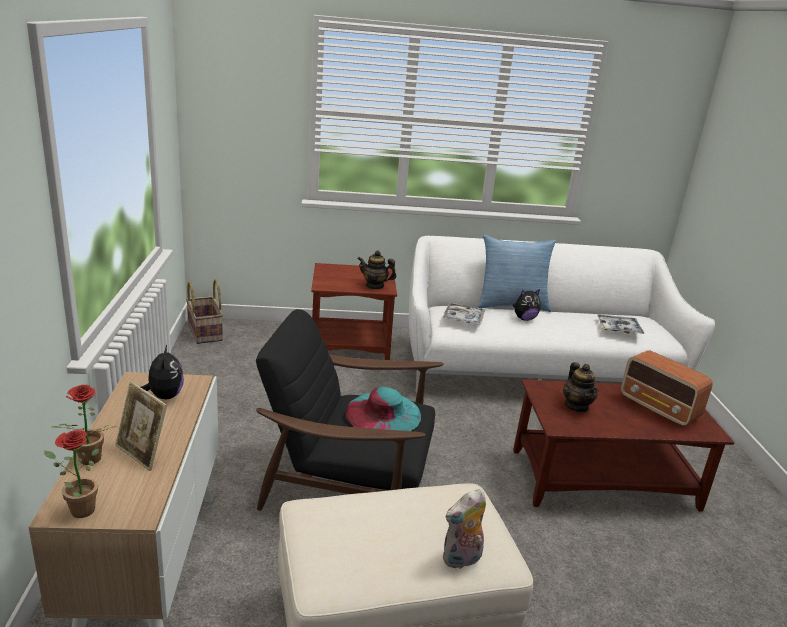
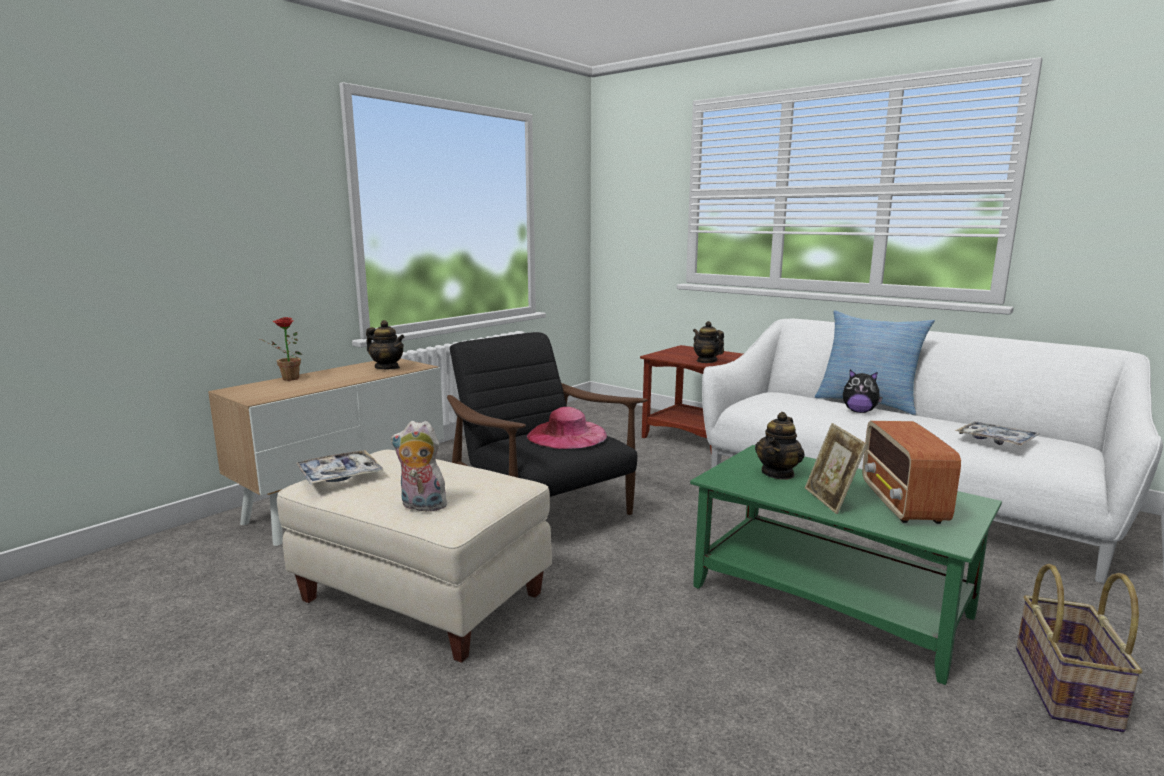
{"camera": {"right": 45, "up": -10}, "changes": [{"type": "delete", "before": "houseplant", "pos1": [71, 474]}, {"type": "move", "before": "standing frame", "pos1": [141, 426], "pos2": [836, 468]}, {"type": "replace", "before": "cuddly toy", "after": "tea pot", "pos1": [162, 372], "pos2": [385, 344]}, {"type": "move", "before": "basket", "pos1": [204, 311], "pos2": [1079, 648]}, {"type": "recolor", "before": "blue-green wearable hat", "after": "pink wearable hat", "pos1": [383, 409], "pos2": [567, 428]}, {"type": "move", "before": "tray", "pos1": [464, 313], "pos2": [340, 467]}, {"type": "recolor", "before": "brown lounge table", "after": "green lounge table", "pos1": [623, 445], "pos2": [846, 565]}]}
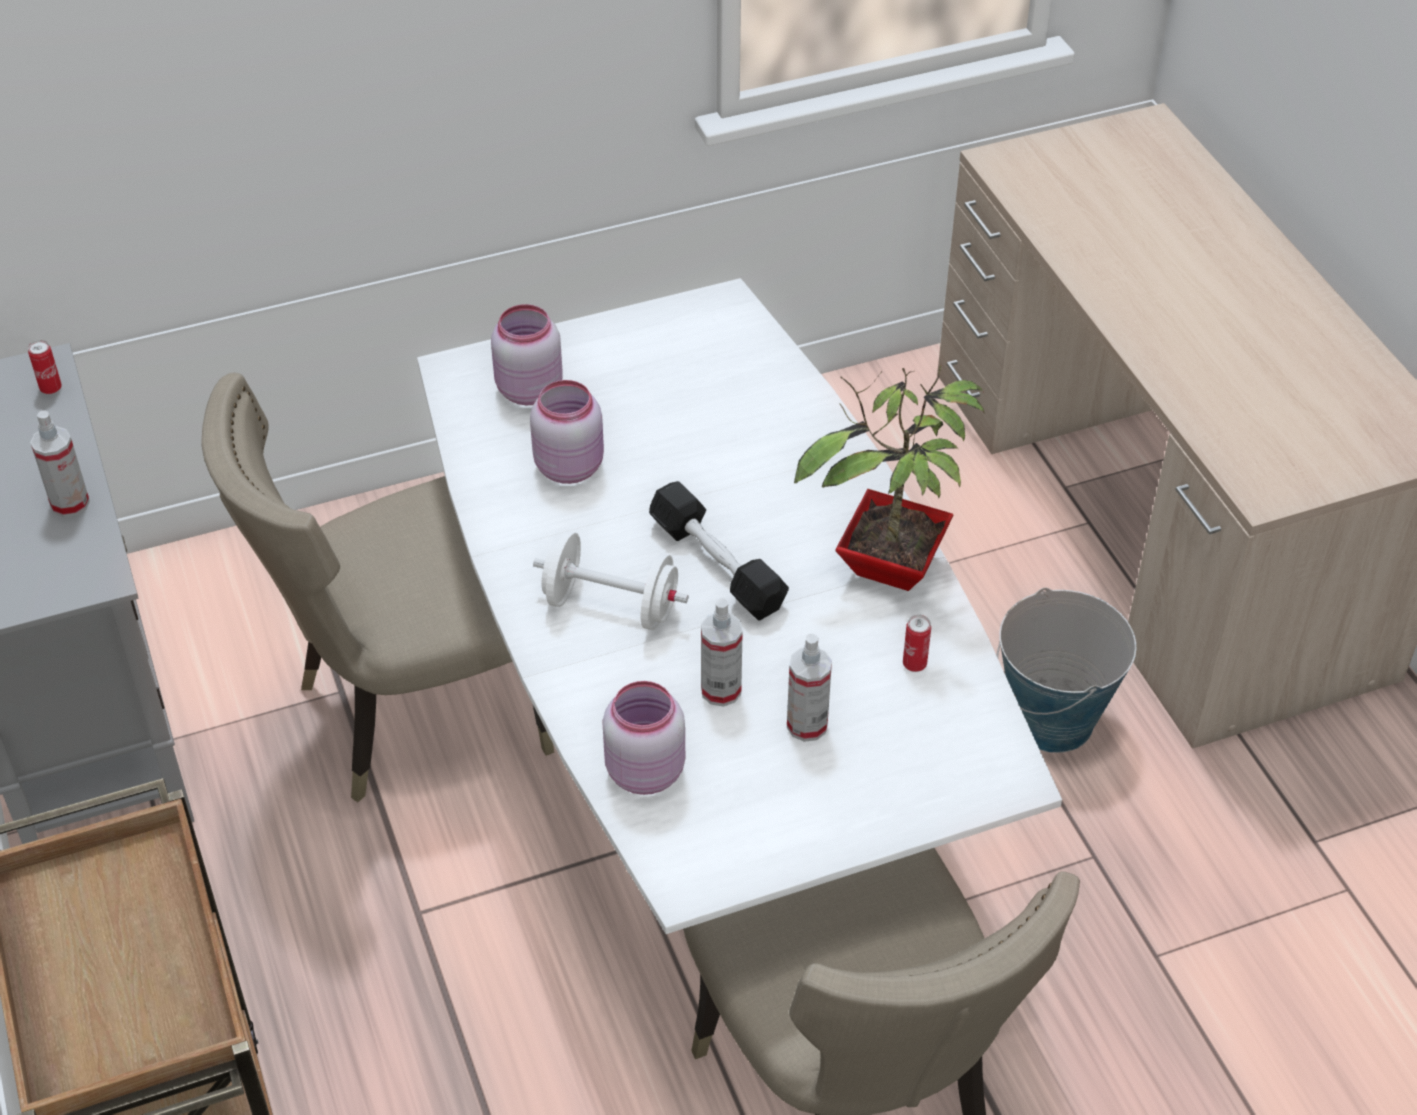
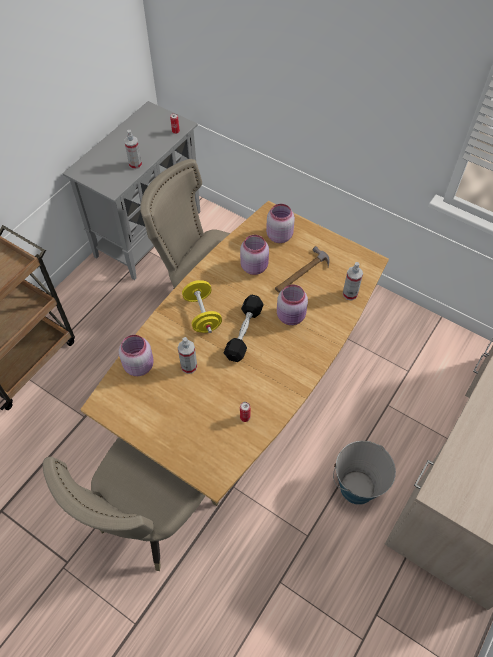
{"camera": {"right": 55, "up": 10}, "changes": [{"type": "recolor", "before": "whitish dinner table", "after": "brown dinner table", "pos1": [739, 606], "pos2": [234, 352]}, {"type": "recolor", "before": "whitish free weight", "after": "yellow free weight", "pos1": [611, 580], "pos2": [202, 306]}, {"type": "move", "before": "sprayer", "pos1": [809, 688], "pos2": [353, 281]}, {"type": "delete", "before": "houseplant", "pos1": [889, 478]}, {"type": "insert", "after": "tool hammer", "pos2": [302, 269]}, {"type": "insert", "after": "pink storage jar", "pos2": [292, 304]}]}
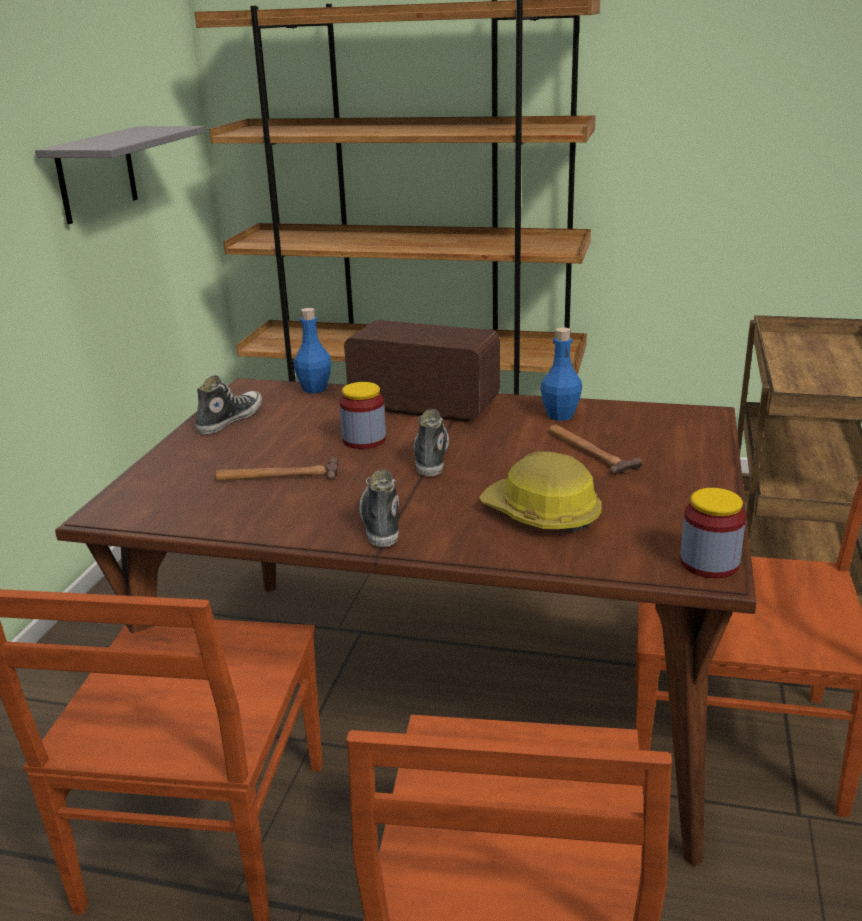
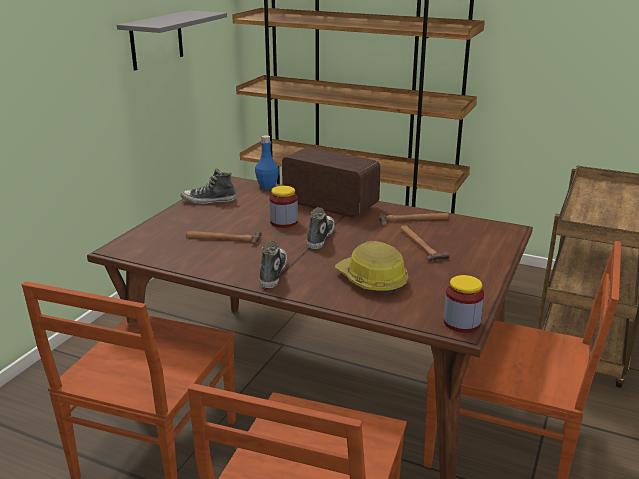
{"camera": {"right": 10, "up": 0}, "changes": [{"type": "rotate", "before": "shoe", "pos1": [229, 404], "pos2": [208, 186], "turn": -135}, {"type": "replace", "before": "bluish bottle", "after": "tool hammer", "pos1": [561, 374], "pos2": [414, 219]}]}
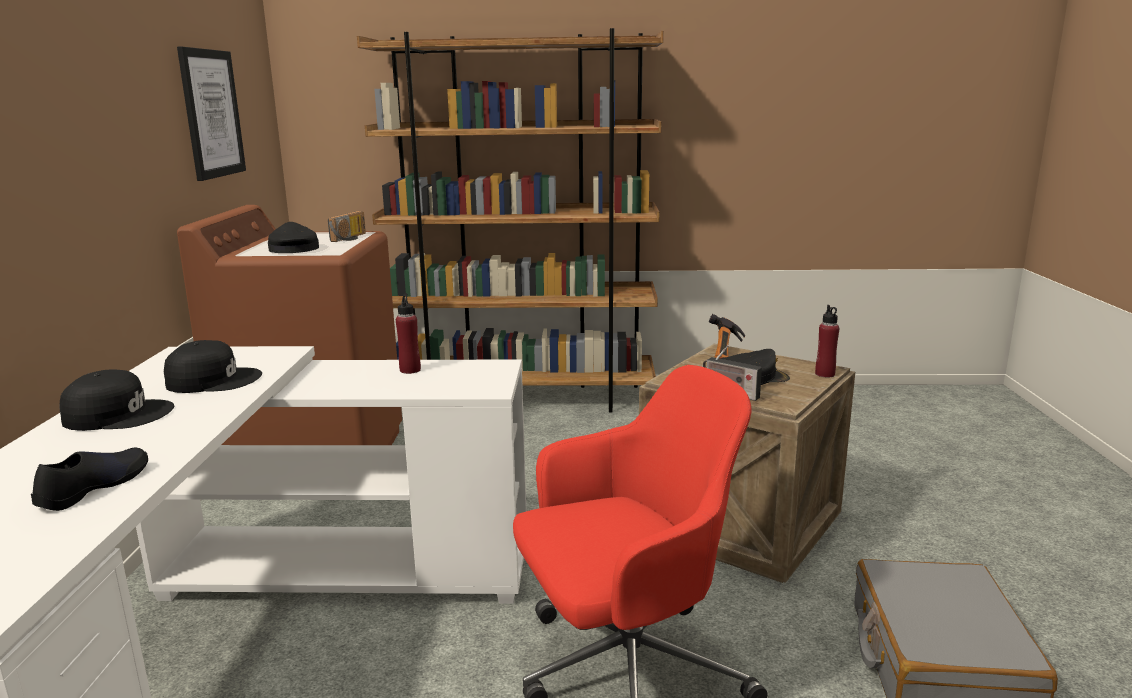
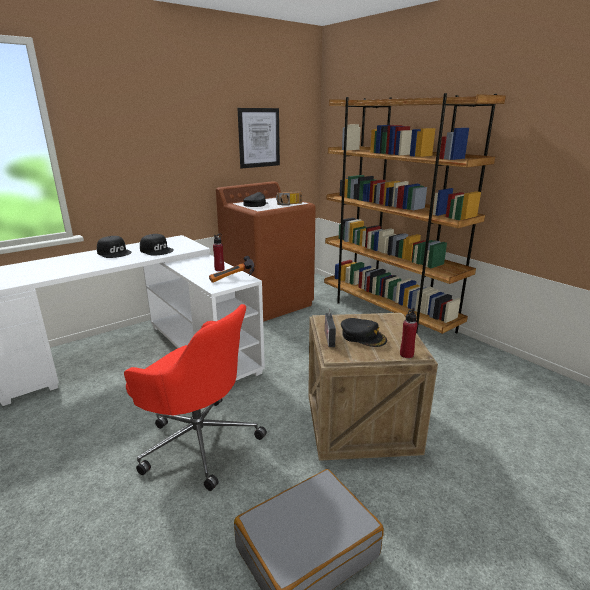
{"camera": {"right": 50, "up": 5}, "changes": [{"type": "delete", "before": "black shoe", "pos1": [89, 479]}, {"type": "move", "before": "tool hammer", "pos1": [727, 336], "pos2": [231, 269]}]}
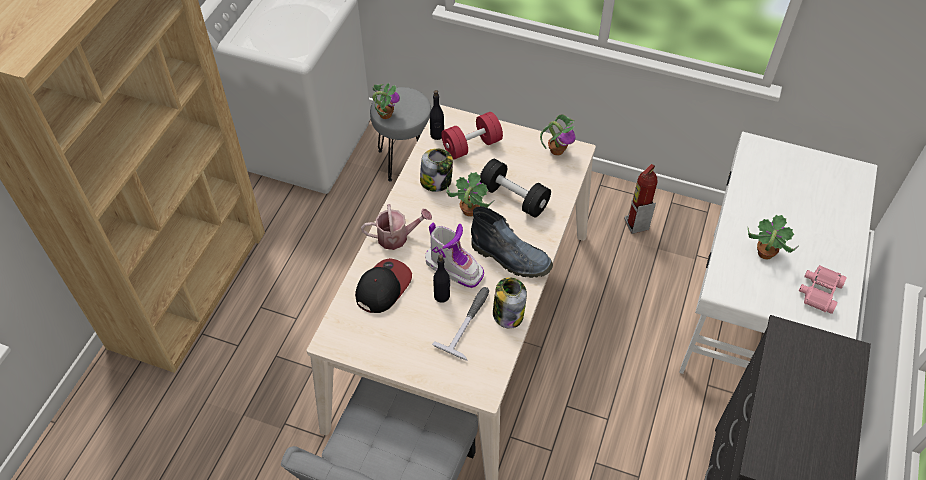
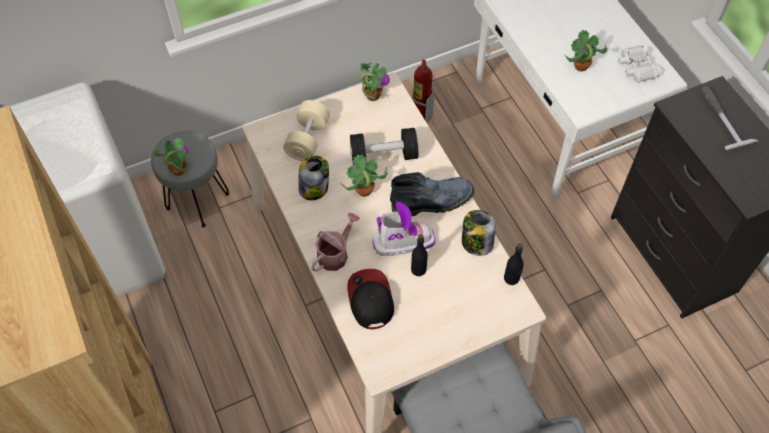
{"camera": {"right": -45, "up": 5}, "changes": [{"type": "move", "before": "black bottle", "pos1": [437, 115], "pos2": [513, 264]}, {"type": "move", "before": "tool hammer", "pos1": [460, 324], "pos2": [730, 118]}, {"type": "recolor", "before": "red free weight", "after": "beige-coloured free weight", "pos1": [472, 135], "pos2": [306, 130]}, {"type": "recolor", "before": "pink binoculars", "after": "whitish binoculars", "pos1": [823, 289], "pos2": [639, 64]}]}
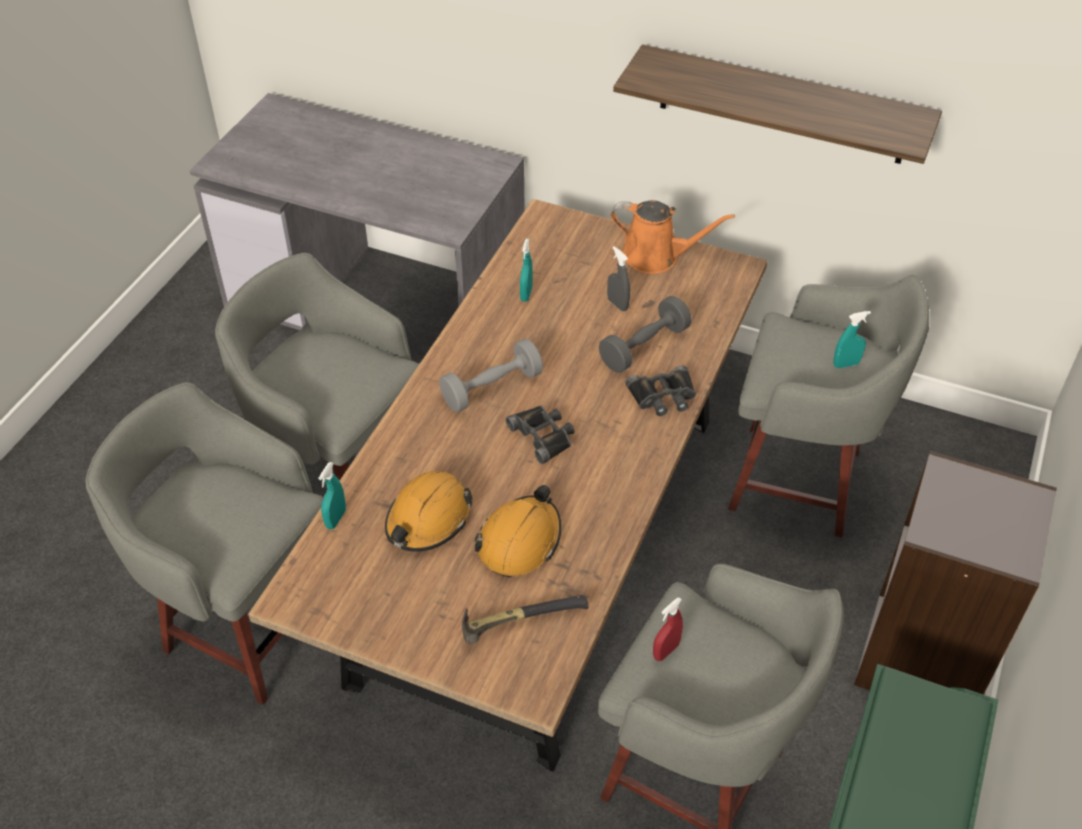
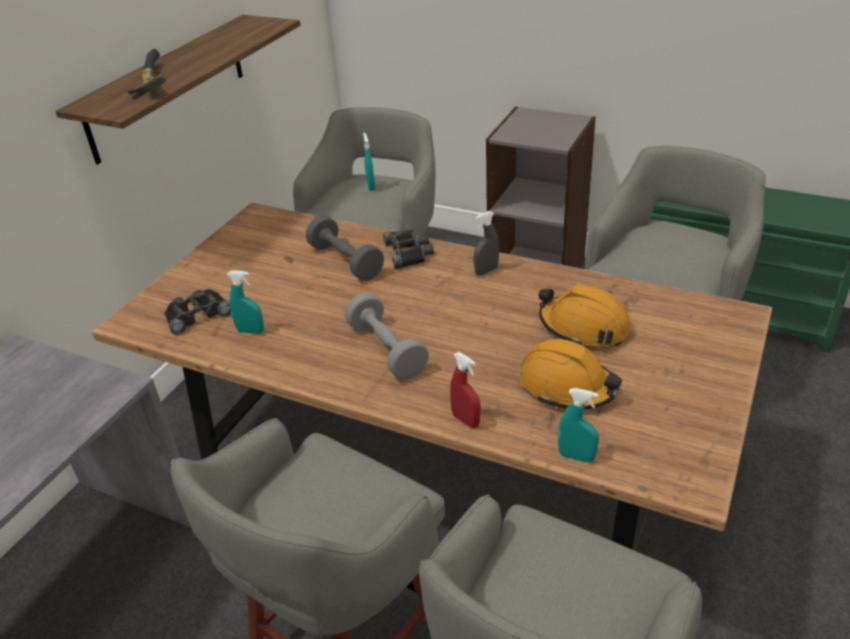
{"camera": {"right": -85, "up": -10}, "changes": [{"type": "move", "before": "tool hammer", "pos1": [525, 619], "pos2": [146, 74]}, {"type": "move", "before": "black binoculars", "pos1": [540, 435], "pos2": [197, 312]}, {"type": "move", "before": "gray sprayer", "pos1": [618, 278], "pos2": [486, 243]}, {"type": "delete", "before": "orangey watering can", "pos1": [672, 237]}, {"type": "move", "before": "red sprayer", "pos1": [668, 629], "pos2": [465, 390]}]}
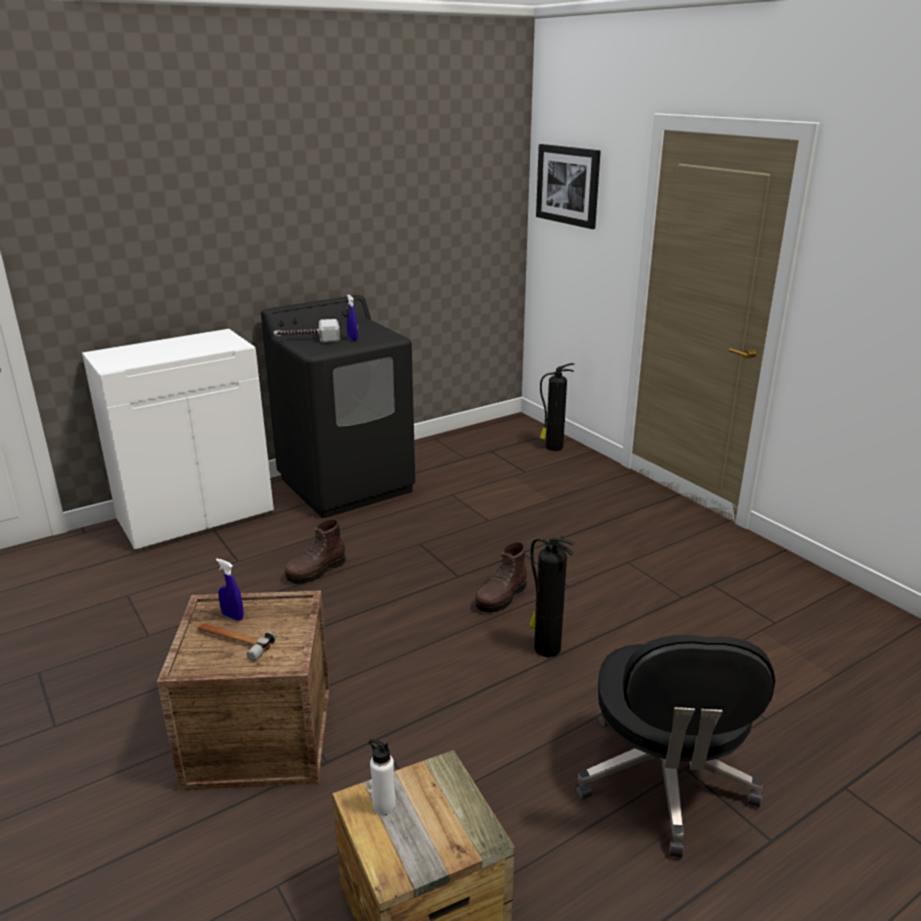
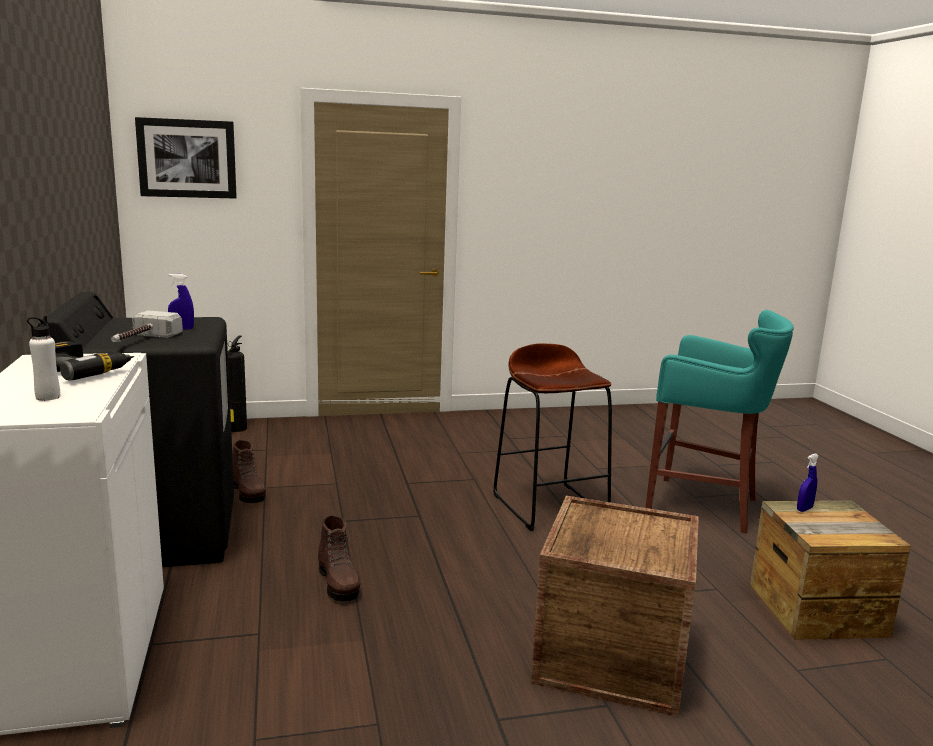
{"camera": {"right": -70, "up": -10}, "changes": [{"type": "delete", "before": "tool hammer", "pos1": [236, 642]}, {"type": "move", "before": "bluish sprayer", "pos1": [230, 589], "pos2": [808, 482]}, {"type": "move", "before": "whitish bottle", "pos1": [382, 777], "pos2": [43, 358]}, {"type": "move", "before": "brown boot", "pos1": [501, 577], "pos2": [249, 471]}, {"type": "replace", "before": "fire-fighting cylinder", "after": "brown sitting stool", "pos1": [552, 596], "pos2": [552, 437]}, {"type": "replace", "before": "black computer chair", "after": "blue-green sitting stool", "pos1": [675, 746], "pos2": [719, 421]}, {"type": "insert", "after": "electric drill", "pos2": [94, 361]}]}
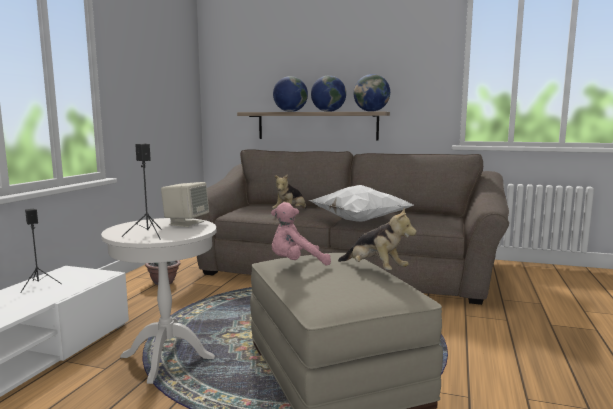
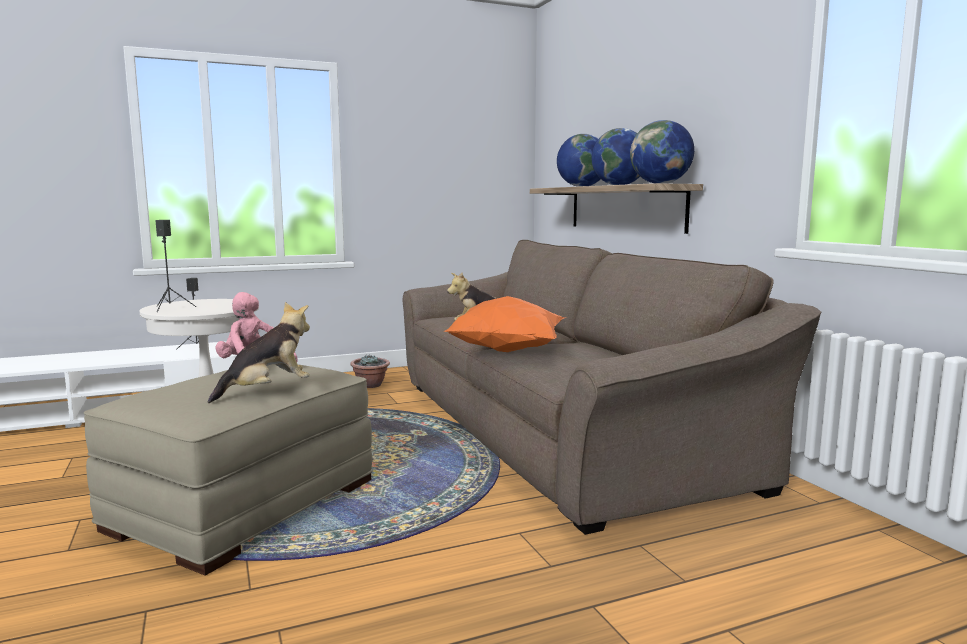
{"camera": {"right": 50, "up": 0}, "changes": [{"type": "delete", "before": "beige-coloured loudspeaker", "pos1": [185, 204]}, {"type": "recolor", "before": "whitish pillow", "after": "orangey pillow", "pos1": [361, 203], "pos2": [504, 324]}, {"type": "rotate", "before": "cuddly toy", "pos1": [377, 239], "pos2": [259, 352], "turn": -135}]}
